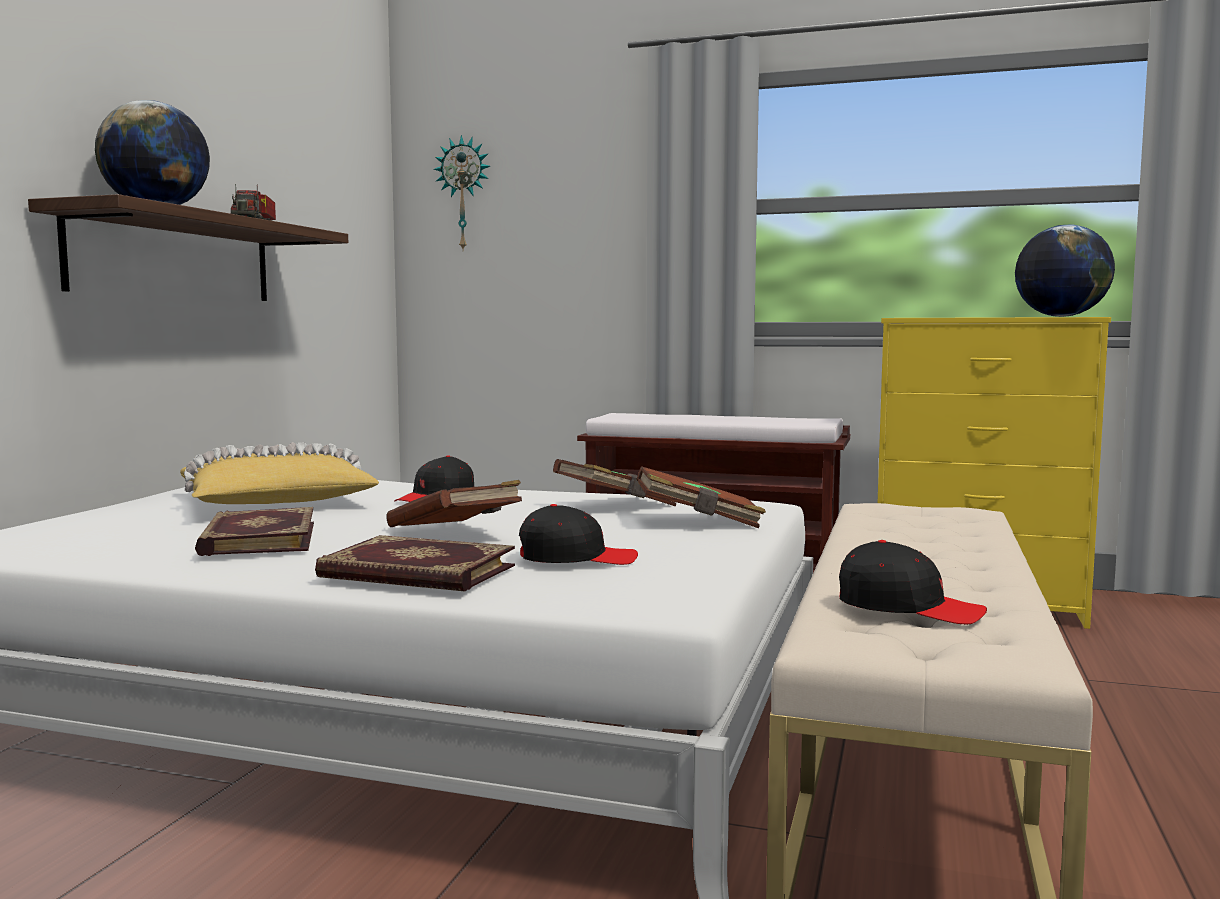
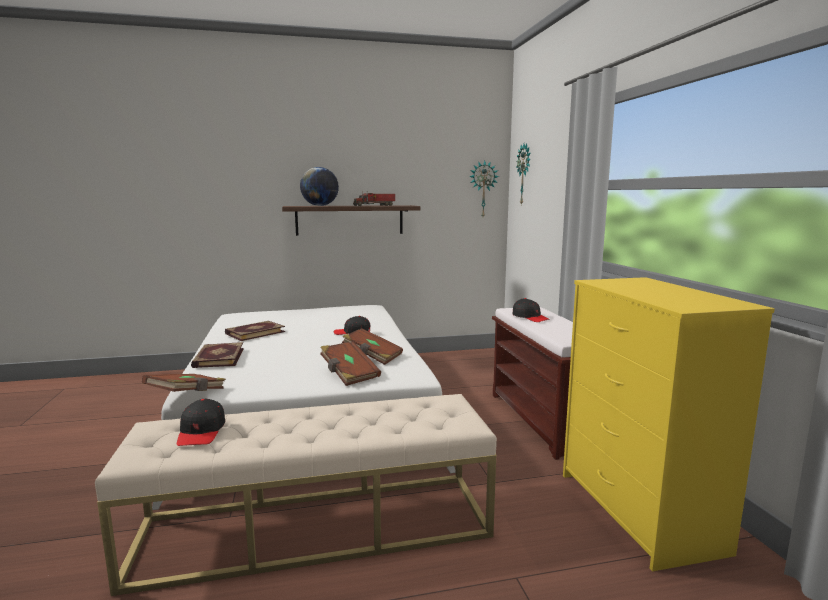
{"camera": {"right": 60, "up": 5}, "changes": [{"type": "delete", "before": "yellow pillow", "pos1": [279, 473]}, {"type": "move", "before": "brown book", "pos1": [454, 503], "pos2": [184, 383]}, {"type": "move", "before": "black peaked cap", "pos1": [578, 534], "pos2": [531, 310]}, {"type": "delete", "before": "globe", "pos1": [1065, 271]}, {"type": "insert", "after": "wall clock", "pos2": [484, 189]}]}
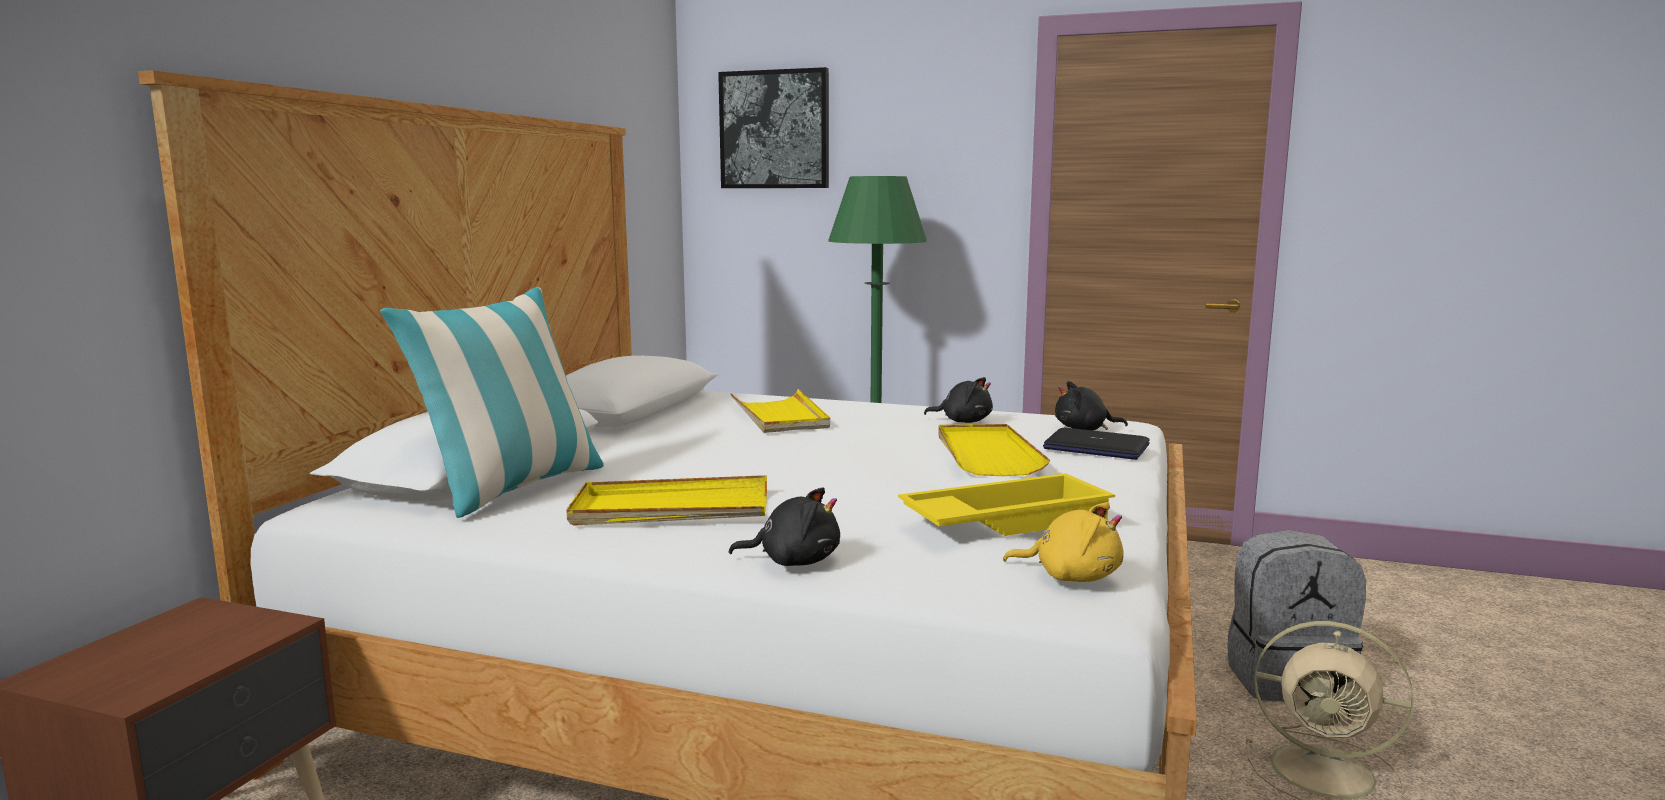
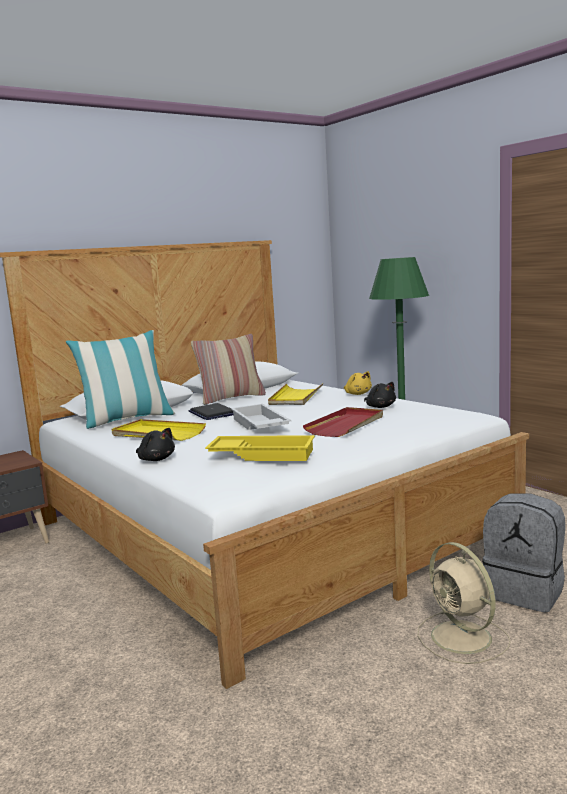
{"camera": {"right": 35, "up": 0}, "changes": [{"type": "delete", "before": "wall picture", "pos1": [773, 127]}, {"type": "recolor", "before": "yellow tray", "after": "red tray", "pos1": [994, 450], "pos2": [343, 422]}, {"type": "move", "before": "yellow cuddly toy", "pos1": [1063, 542], "pos2": [358, 383]}, {"type": "move", "before": "portable computer", "pos1": [1096, 444], "pos2": [211, 411]}, {"type": "delete", "before": "black cuddly toy", "pos1": [1091, 405]}, {"type": "insert", "after": "pillow", "pos2": [228, 369]}, {"type": "insert", "after": "whitish tray", "pos2": [261, 417]}]}
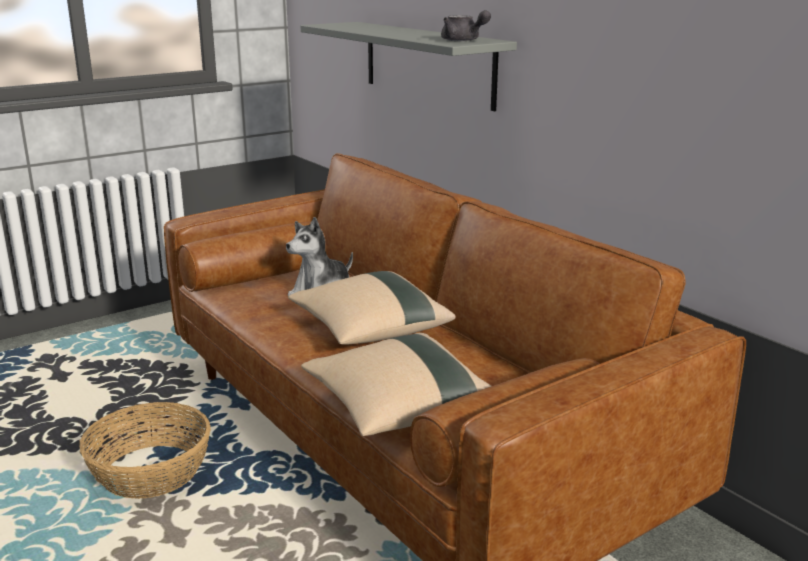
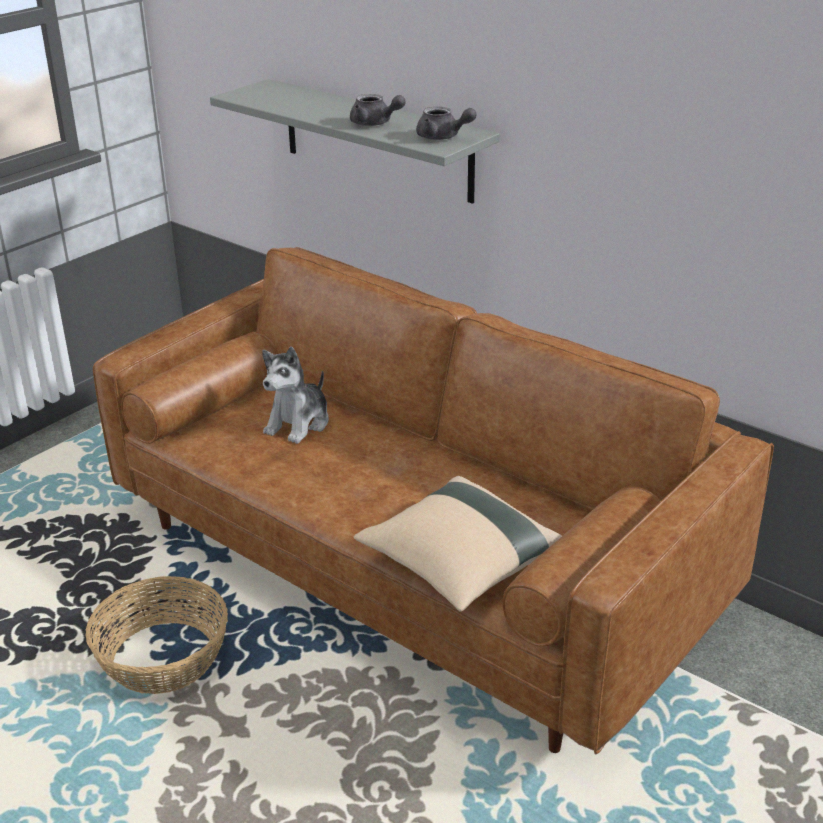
{"camera": {"right": -15, "up": 10}, "changes": [{"type": "delete", "before": "beige-coloured pillow", "pos1": [372, 308]}, {"type": "insert", "after": "gray tea pot", "pos2": [378, 110]}]}
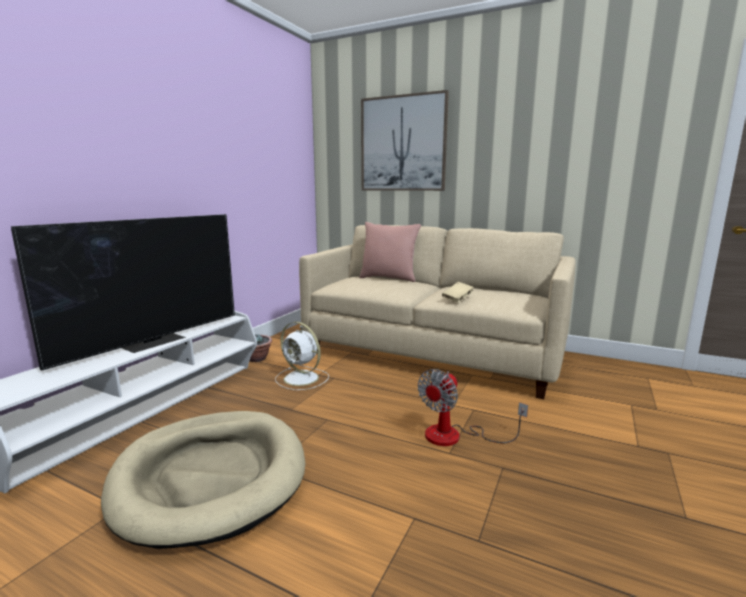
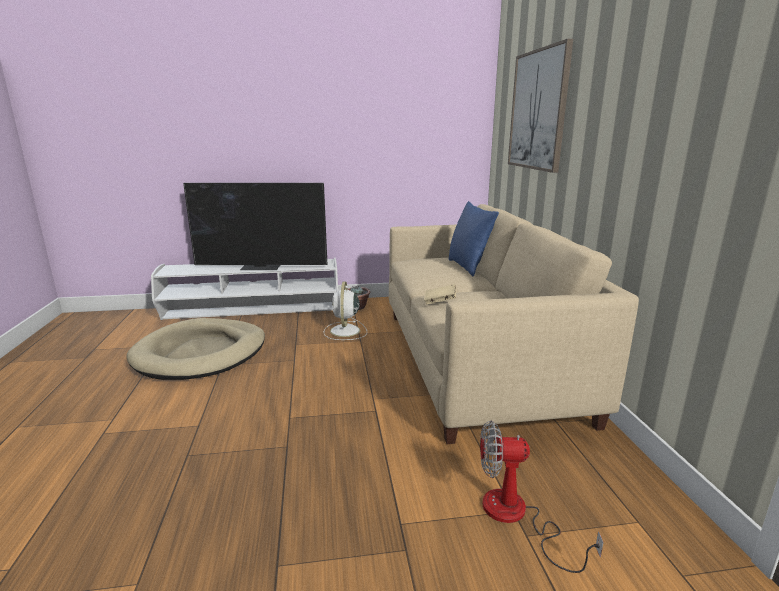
{"camera": {"right": 55, "up": 5}, "changes": [{"type": "recolor", "before": "pink pillow", "after": "bluish pillow", "pos1": [390, 252], "pos2": [474, 238]}, {"type": "move", "before": "cooling fan", "pos1": [473, 407], "pos2": [542, 497]}]}
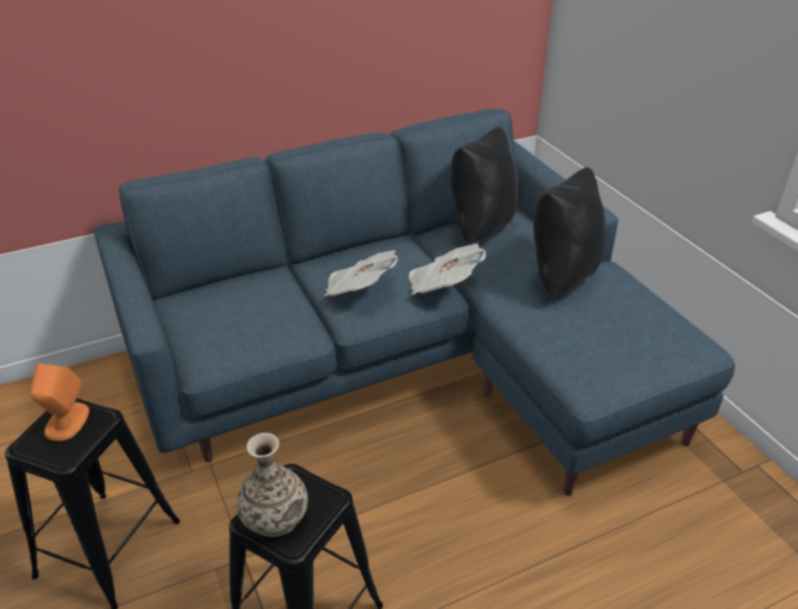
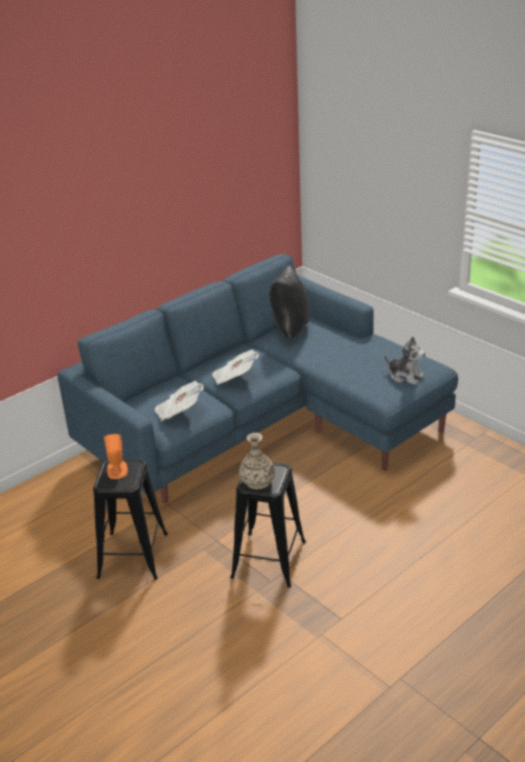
{"camera": {"right": -15, "up": -5}, "changes": [{"type": "move", "before": "newspaper", "pos1": [447, 269], "pos2": [179, 401]}, {"type": "delete", "before": "black pillow", "pos1": [569, 232]}, {"type": "insert", "after": "cuddly toy", "pos2": [404, 361]}]}
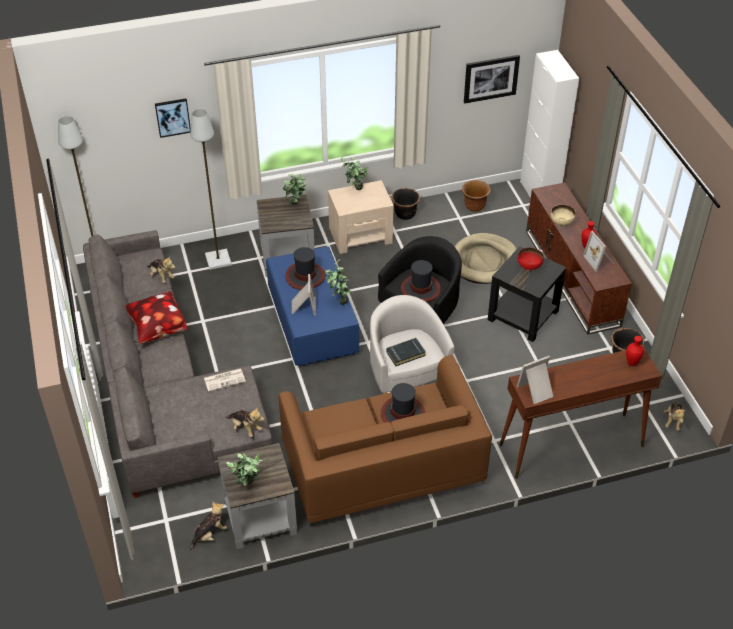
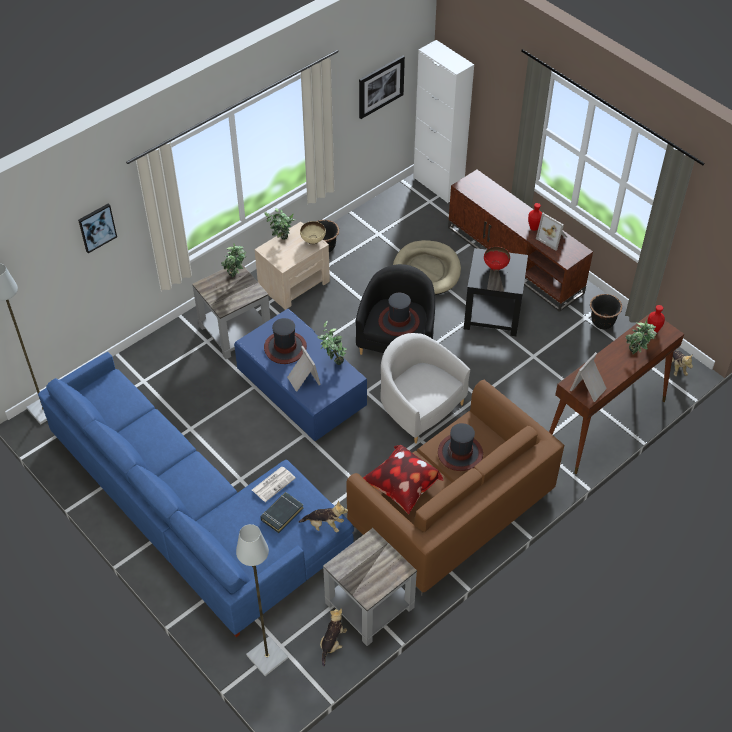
{"camera": {"right": -25, "up": 5}, "changes": [{"type": "recolor", "before": "gray settee", "after": "bluish settee", "pos1": [178, 364], "pos2": [196, 494]}, {"type": "move", "before": "pillow", "pos1": [156, 317], "pos2": [403, 479]}, {"type": "delete", "before": "cuddly toy", "pos1": [161, 269]}, {"type": "move", "before": "gray floor lamp", "pos1": [211, 189], "pos2": [262, 600]}, {"type": "move", "before": "houseplant", "pos1": [244, 469], "pos2": [641, 336]}, {"type": "move", "before": "black book", "pos1": [406, 352], "pos2": [282, 512]}, {"type": "delete", "before": "brown flower pot", "pos1": [476, 196]}, {"type": "move", "before": "beige-coloured deep dish", "pos1": [563, 215], "pos2": [313, 233]}]}
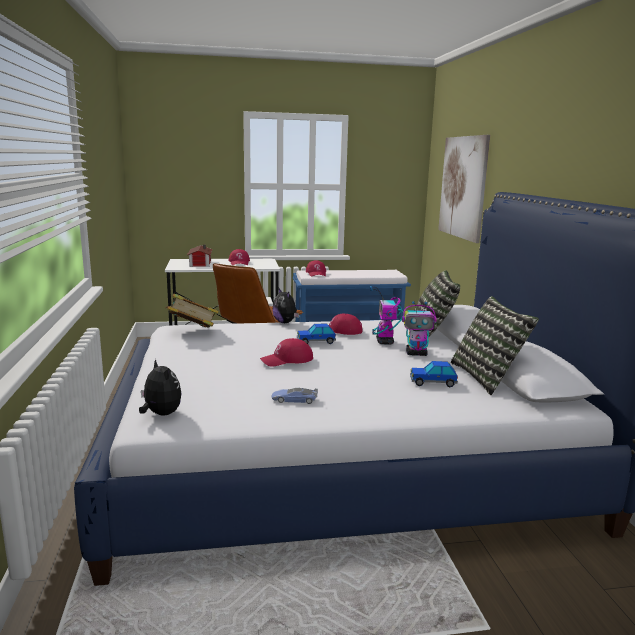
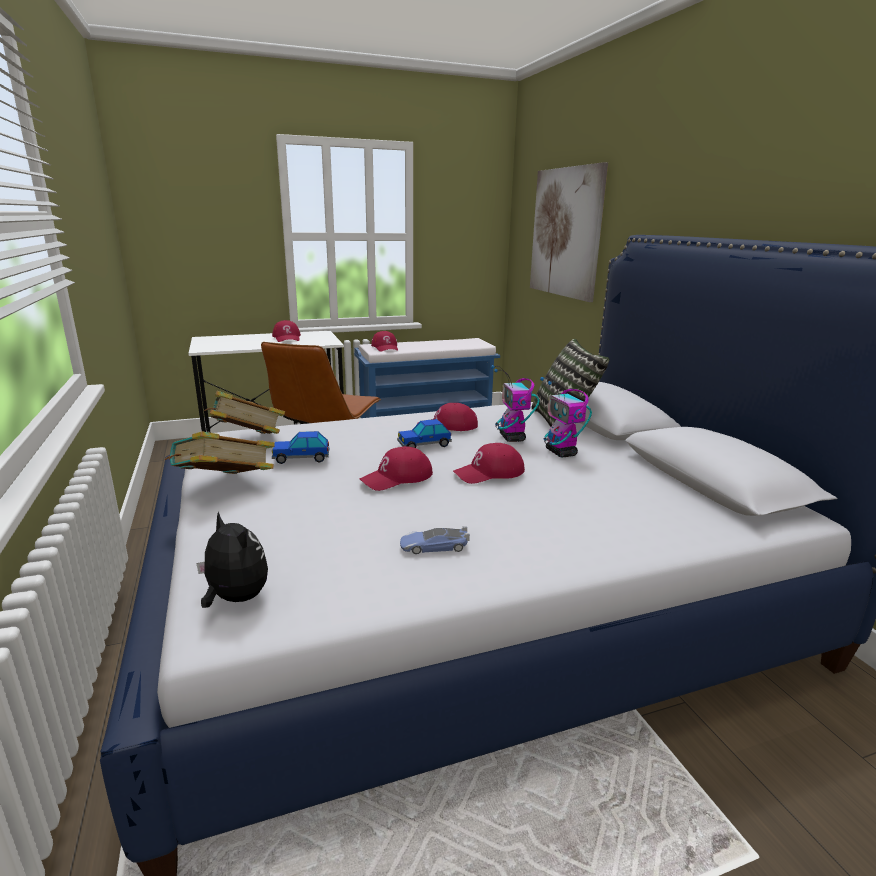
{"camera": {"right": -10, "up": 5}, "changes": [{"type": "delete", "before": "model house", "pos1": [199, 256]}, {"type": "delete", "before": "cuddly toy", "pos1": [285, 306]}, {"type": "rotate", "before": "robot figure", "pos1": [419, 328], "pos2": [566, 417], "turn": 75}, {"type": "move", "before": "model car", "pos1": [434, 374], "pos2": [300, 447]}, {"type": "delete", "before": "pillow", "pos1": [495, 345]}, {"type": "insert", "after": "book", "pos2": [220, 452]}, {"type": "insert", "after": "red peaked cap", "pos2": [489, 463]}]}
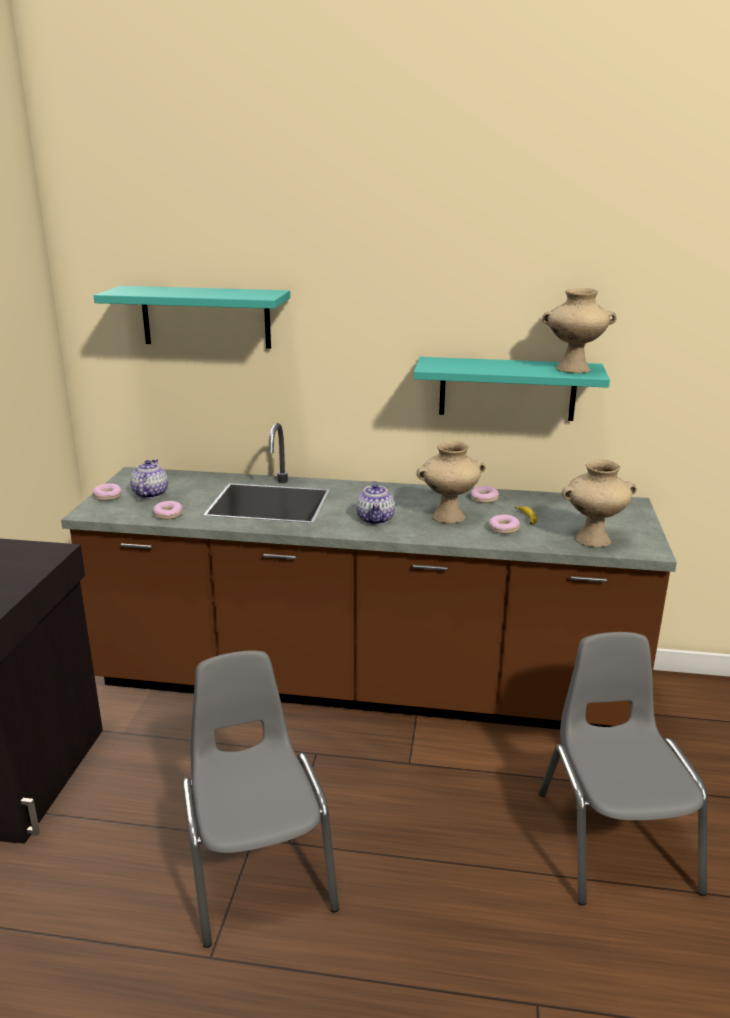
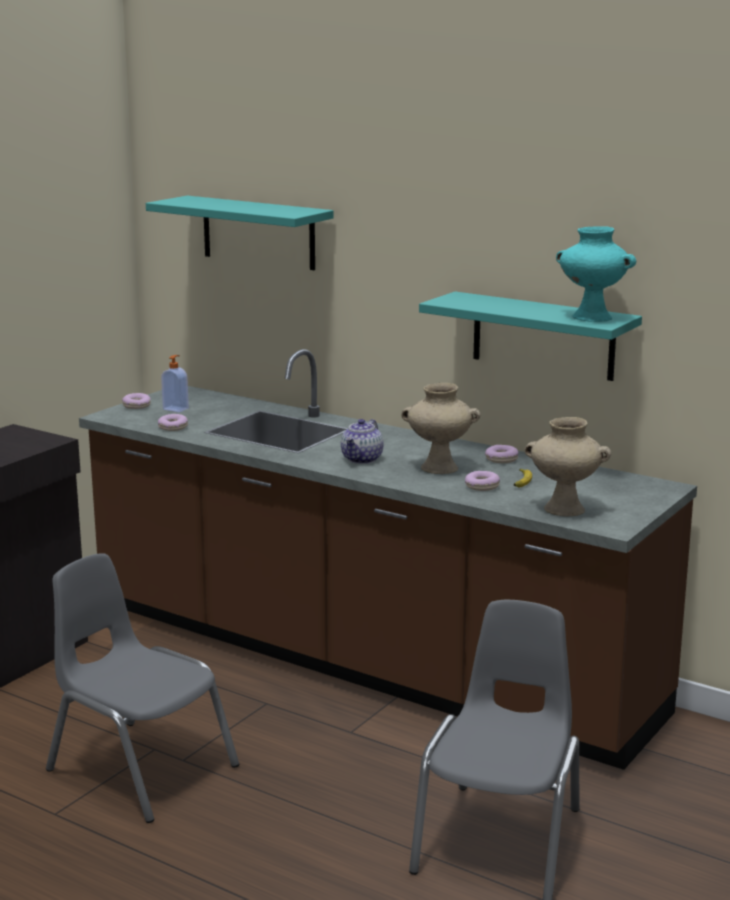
{"camera": {"right": 25, "up": -5}, "changes": [{"type": "replace", "before": "tea pot", "after": "soap dispenser", "pos1": [149, 479], "pos2": [175, 383]}, {"type": "rotate", "before": "gray plain chair", "pos1": [260, 799], "pos2": [142, 688], "turn": -60}, {"type": "recolor", "before": "beige-coloured flower vase", "after": "blue-green flower vase", "pos1": [579, 330], "pos2": [596, 274]}]}
